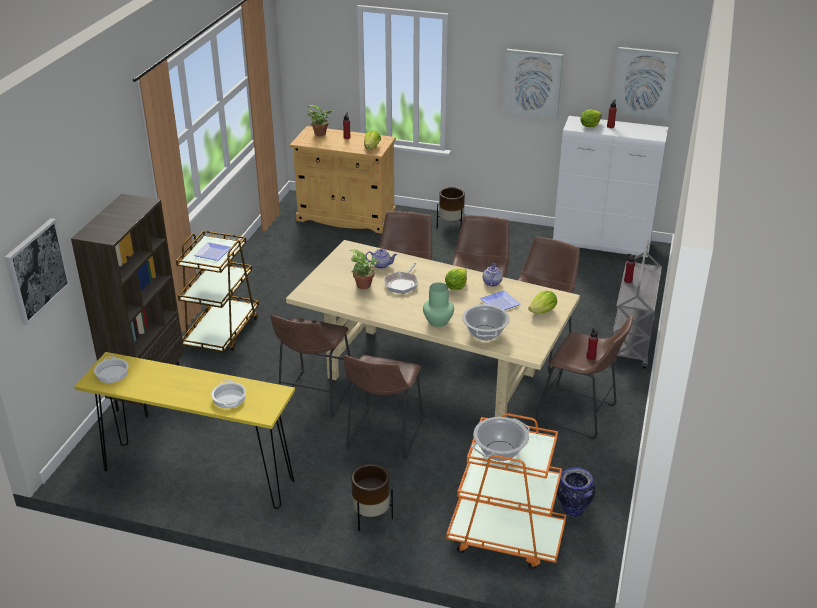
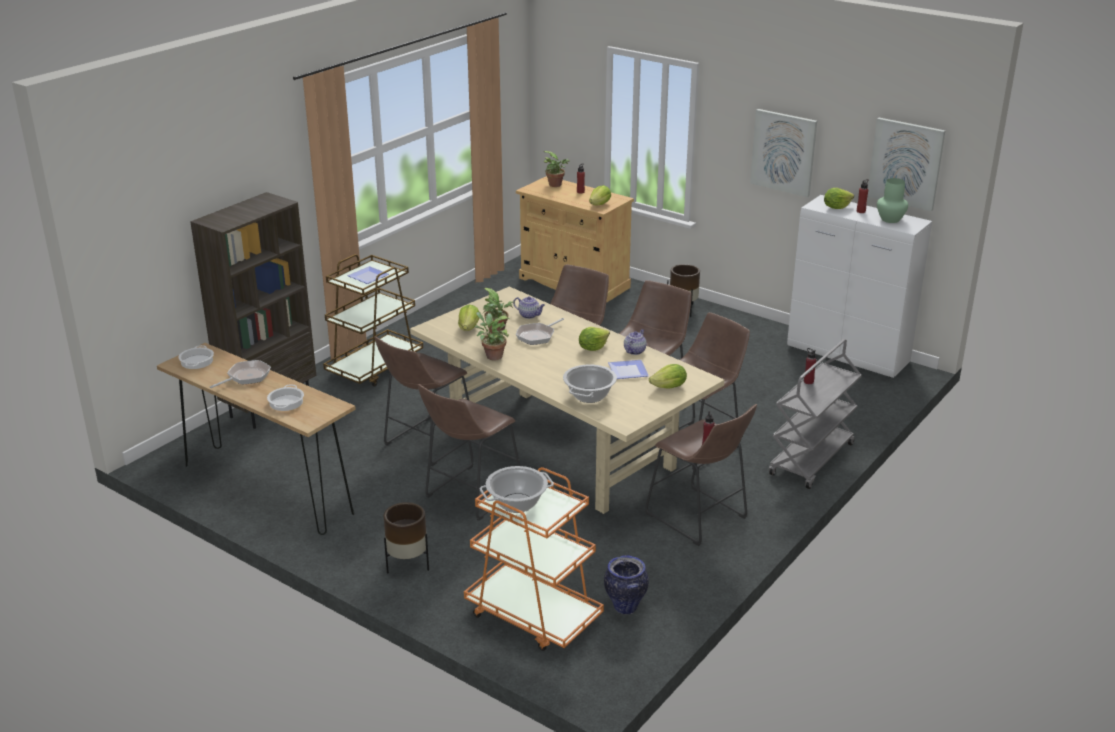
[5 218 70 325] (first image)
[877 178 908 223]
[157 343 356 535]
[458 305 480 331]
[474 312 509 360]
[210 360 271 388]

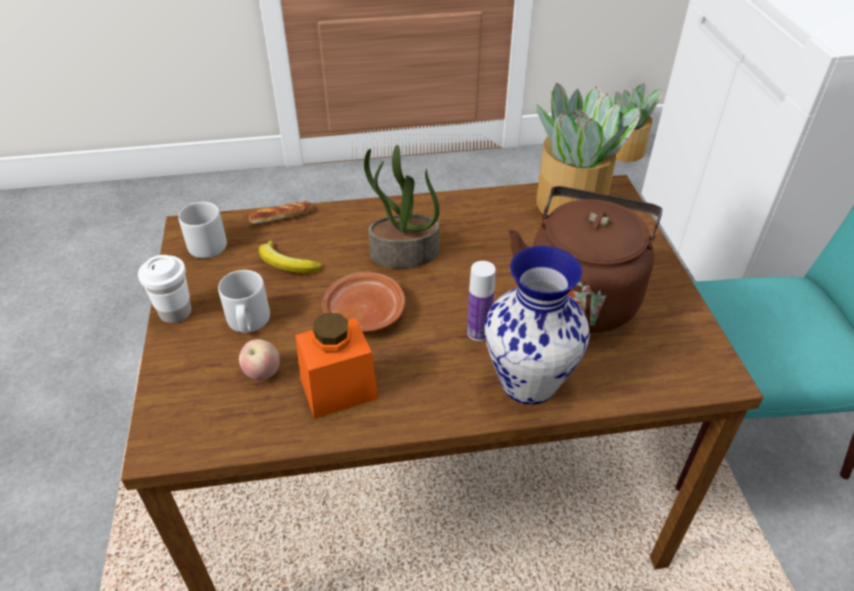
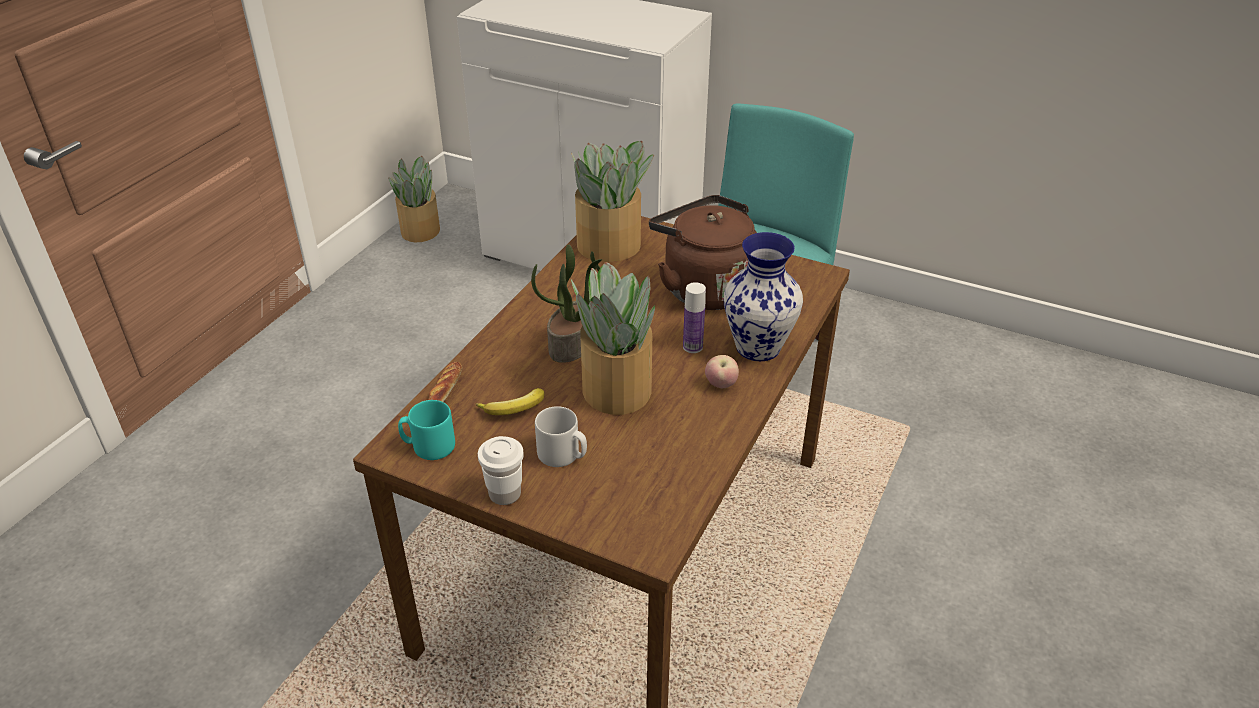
[398 400 455 460]
[571 262 655 415]
[295 313 379 419] (first image)
[705 355 739 388]

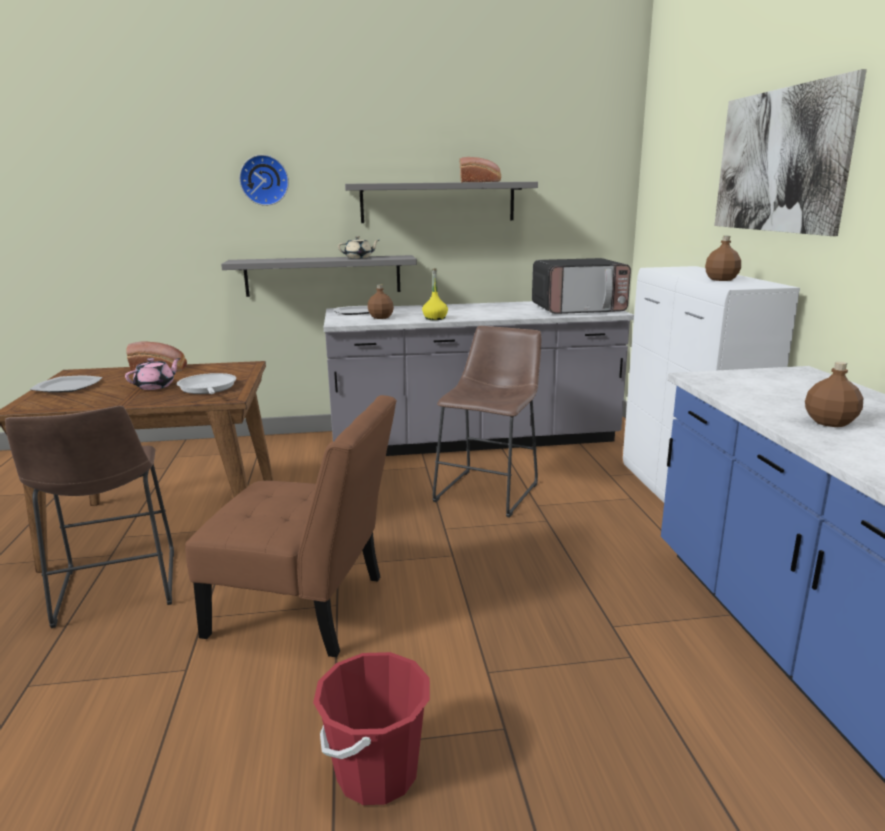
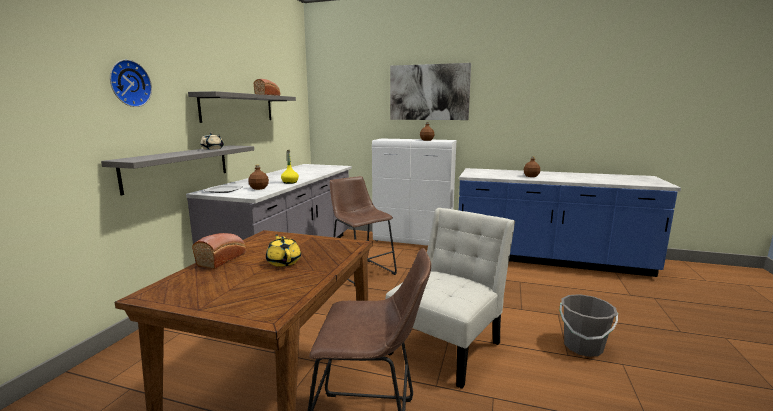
[532 258 631 314] (first image)
[266 234 301 267]
[177 373 236 394] (first image)
[29 376 103 392] (first image)
[386 208 515 389]
[560 294 618 357]

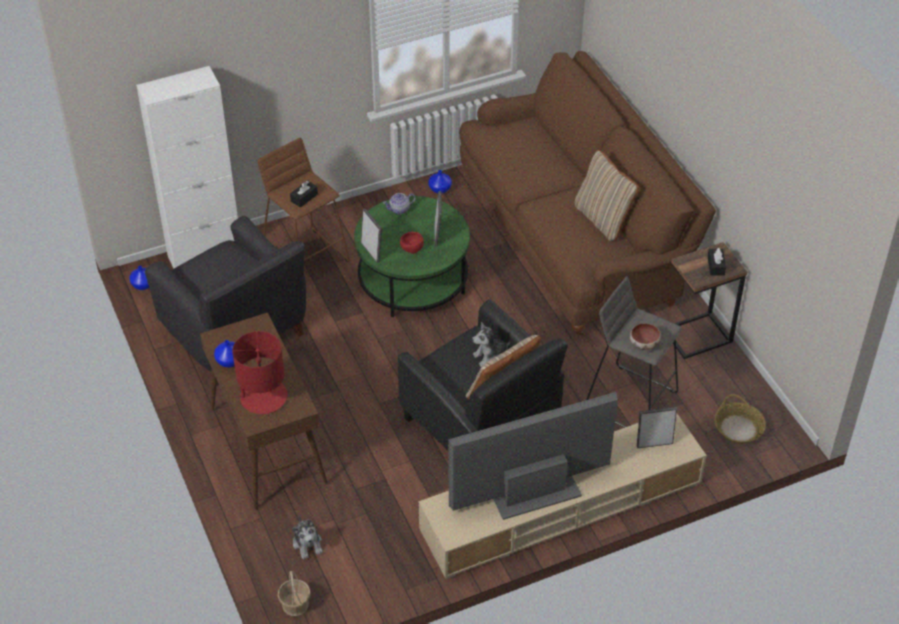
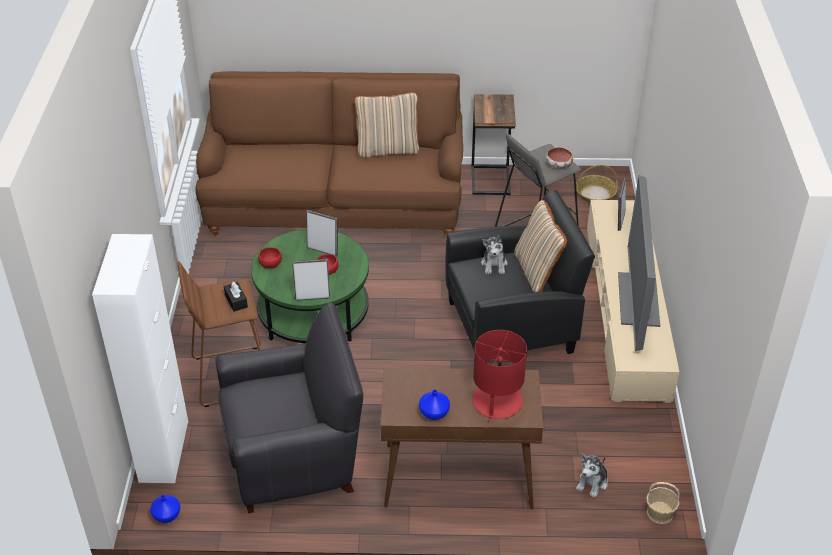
[428 170 452 194] (first image)
[258 247 282 269]
[708 248 726 276] (first image)
[576 454 608 498]

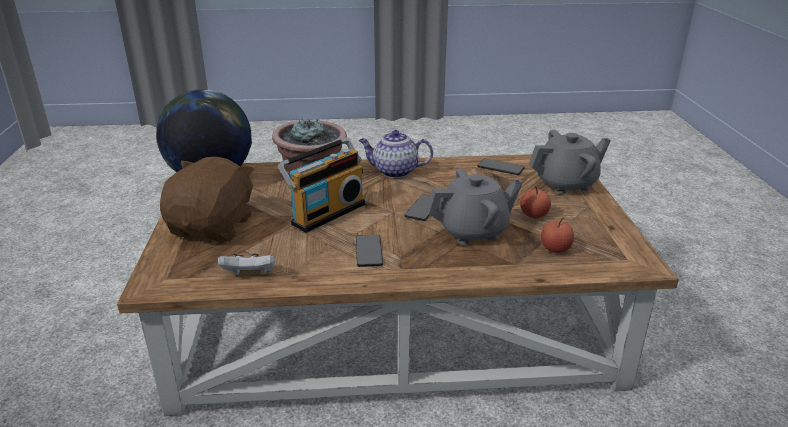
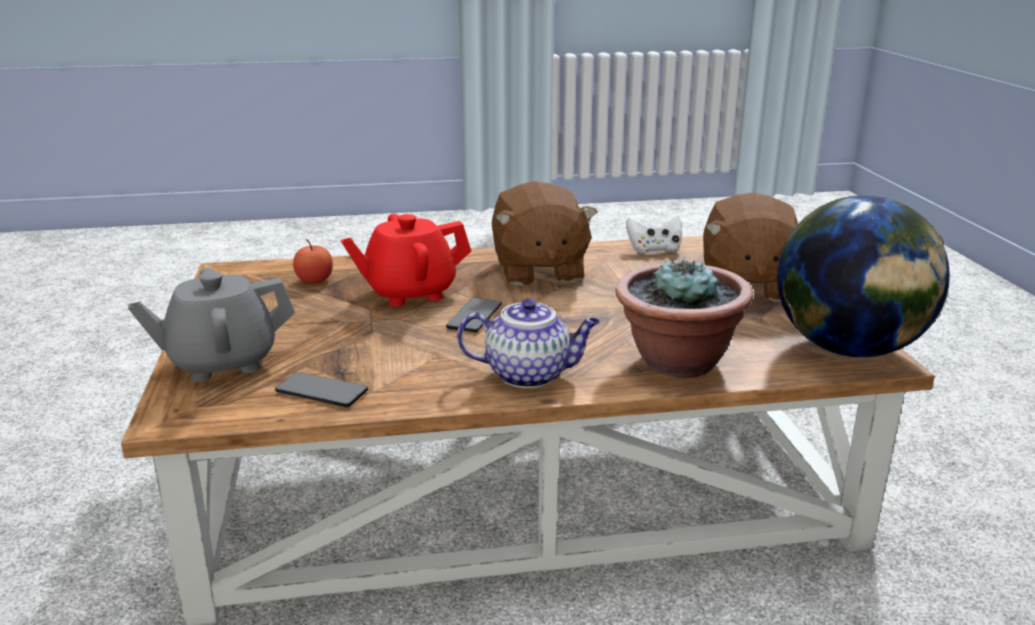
[278 137 365 233] (first image)
[341 214 471 307]
[520 186 551 218] (first image)
[492 181 598 286]

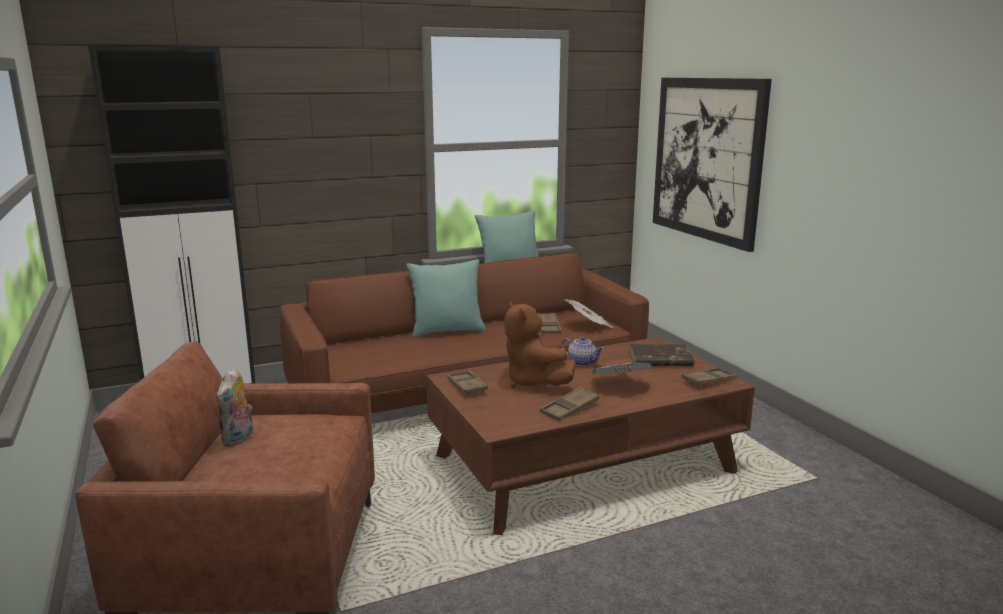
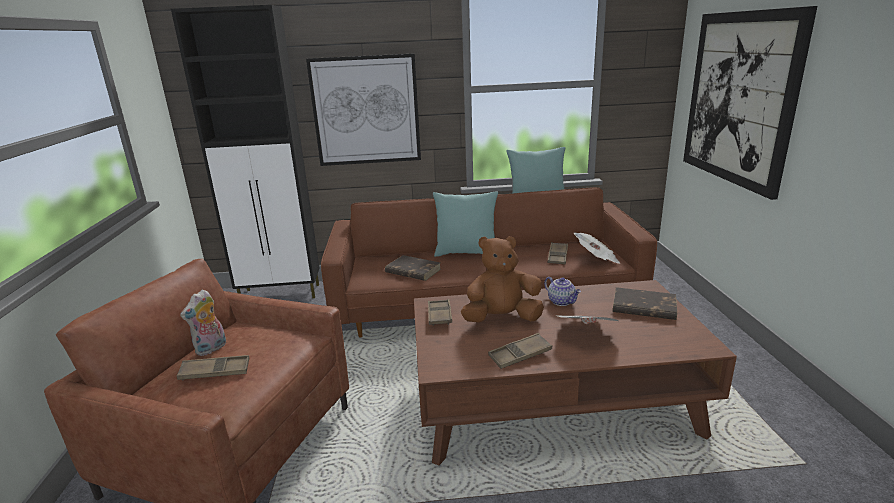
[461 236 544 323]
[177 355 249 380]
[306 54 421 166]
[385 255 441 281]

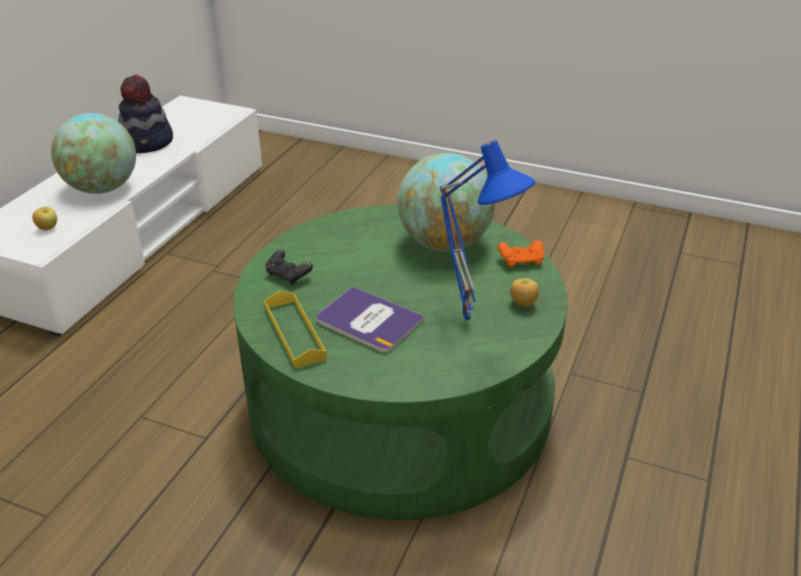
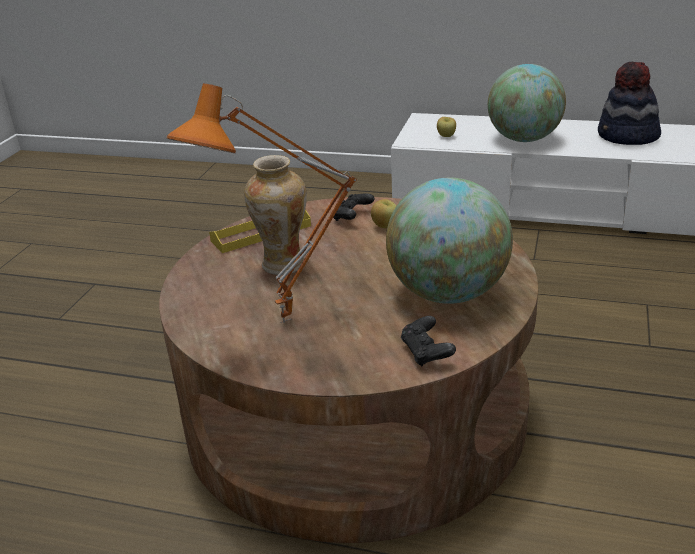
[167 83 357 323]
[159 197 538 543]
[401 316 456 366]
[371 199 397 228]
[244 155 307 275]

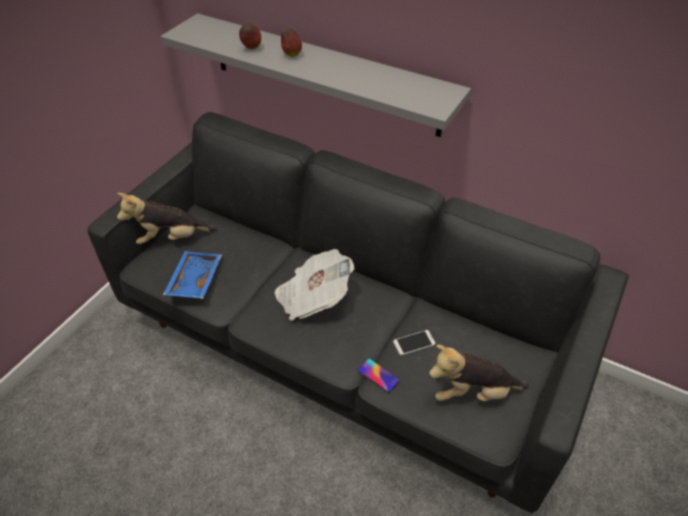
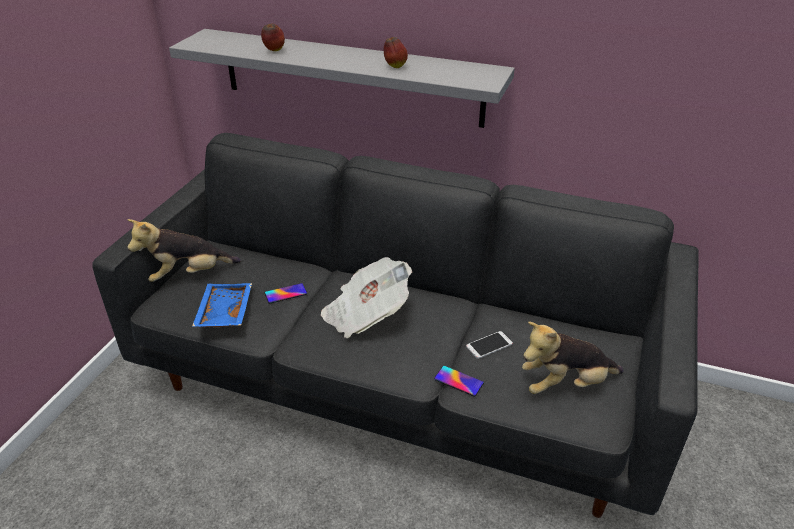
[384 37 408 68]
[265 283 307 304]

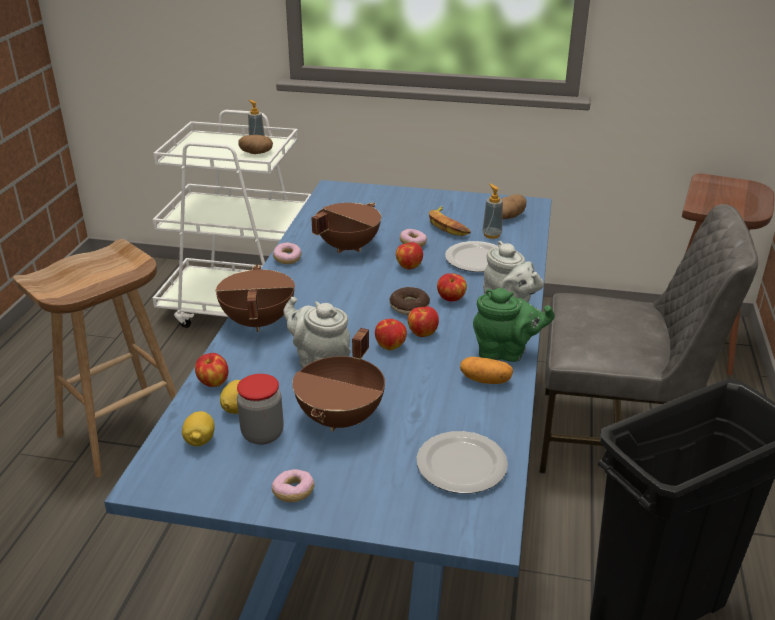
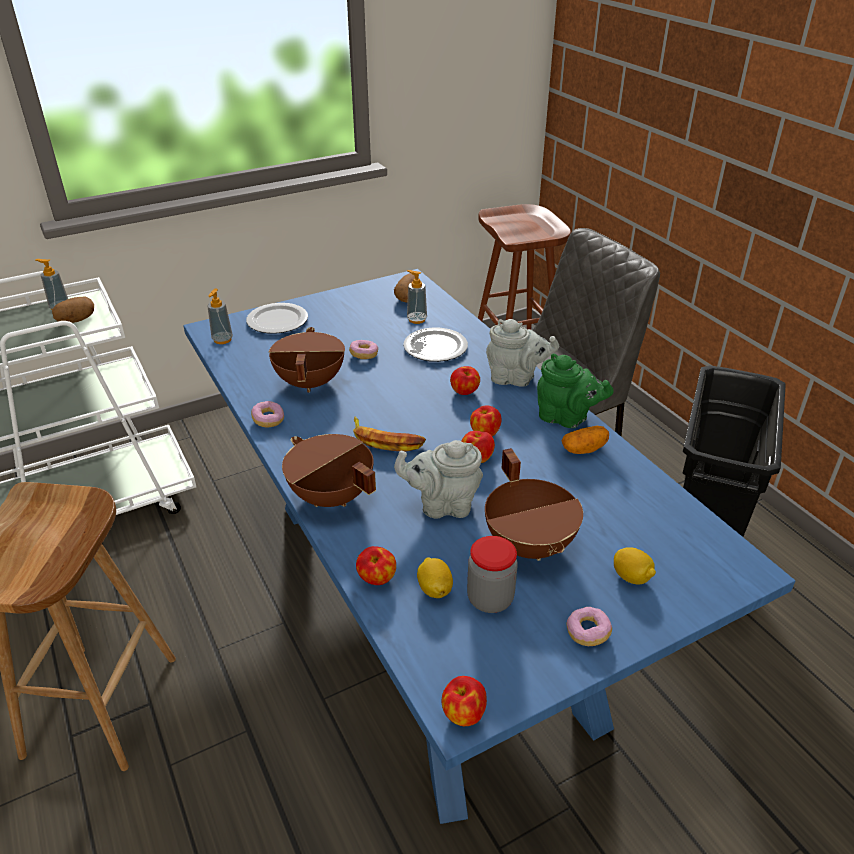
[353 416 426 452]
[442 676 487 726]
[389 287 430 315] (first image)
[537 353 614 428]
[614 547 656 584]
[246 303 308 334]
[207 288 233 344]

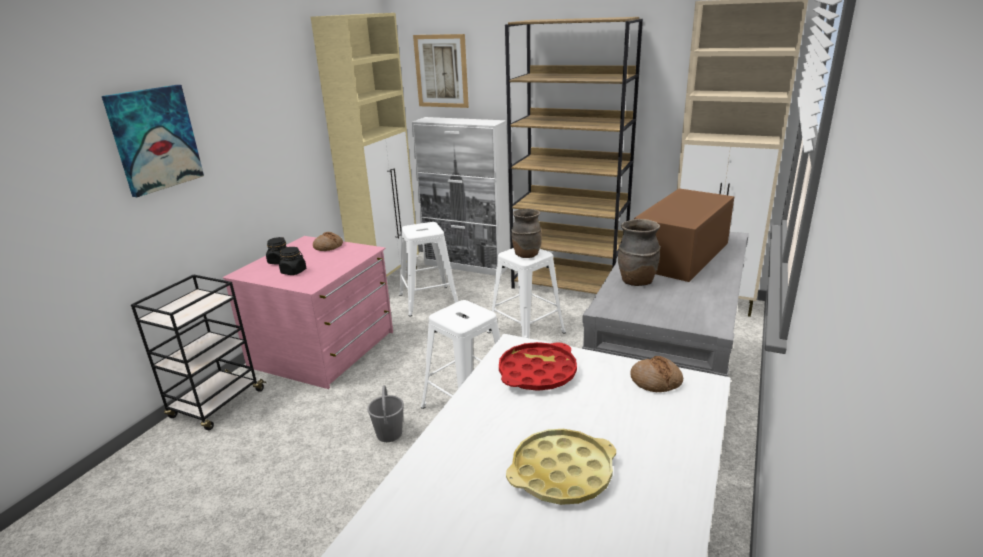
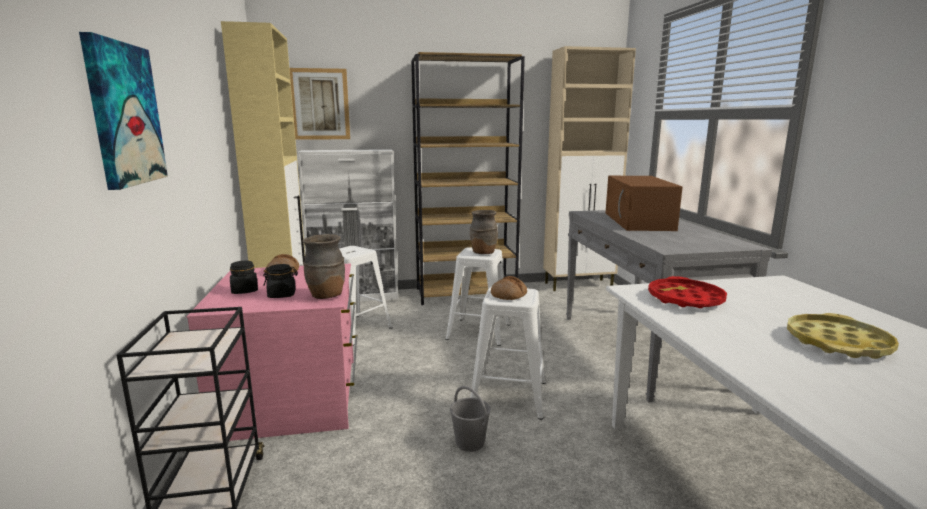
[302 234 345 299]
[491 276 527 300]

